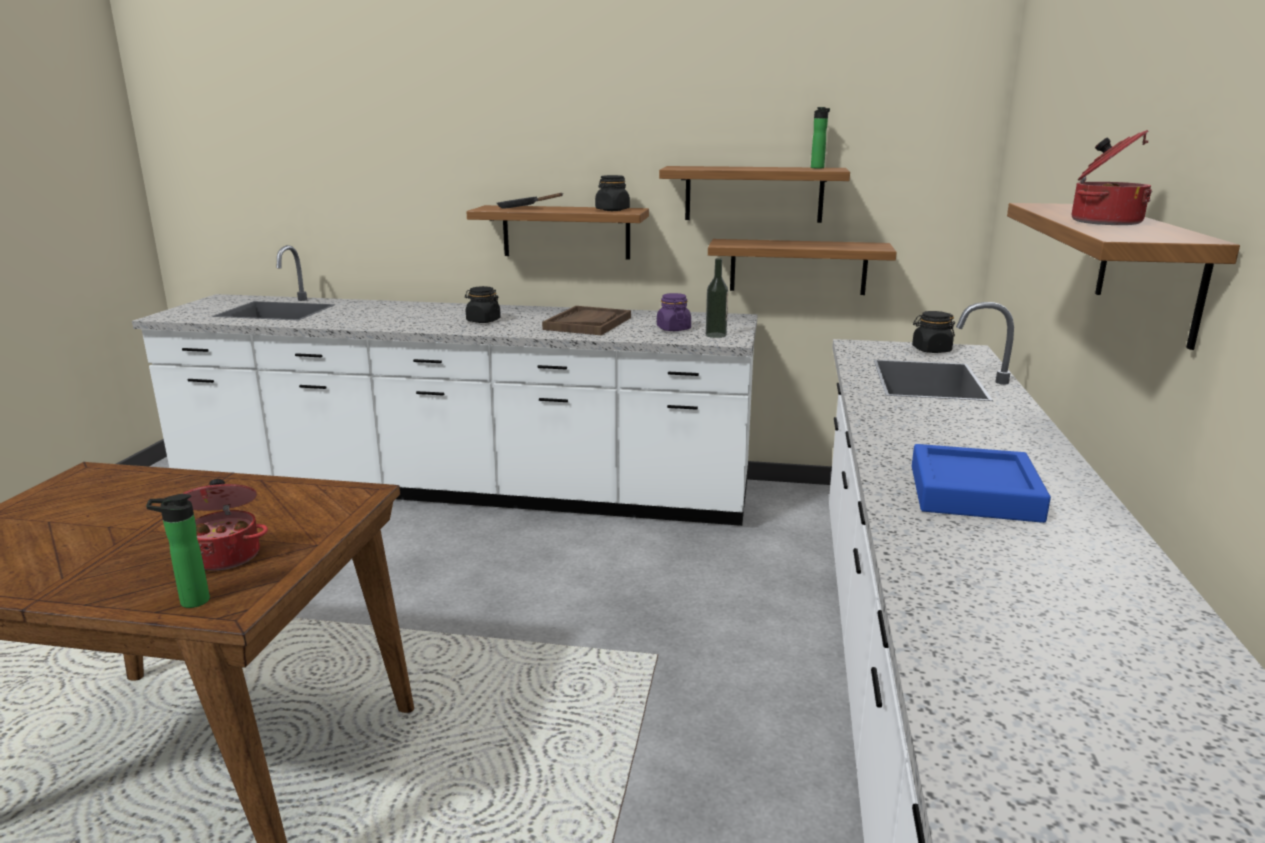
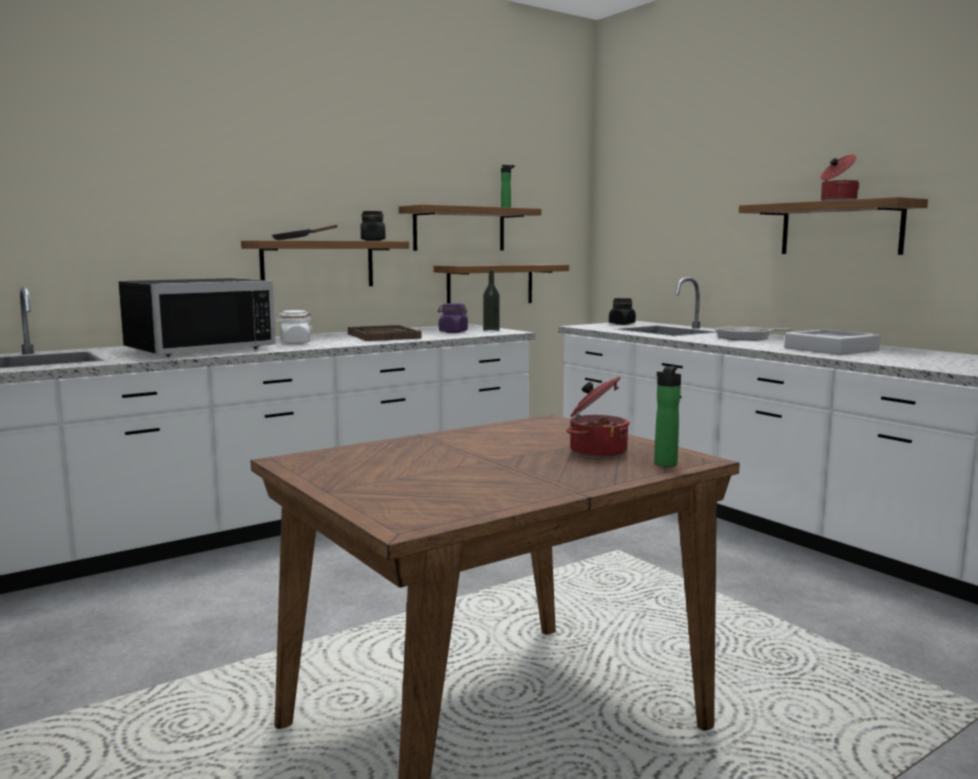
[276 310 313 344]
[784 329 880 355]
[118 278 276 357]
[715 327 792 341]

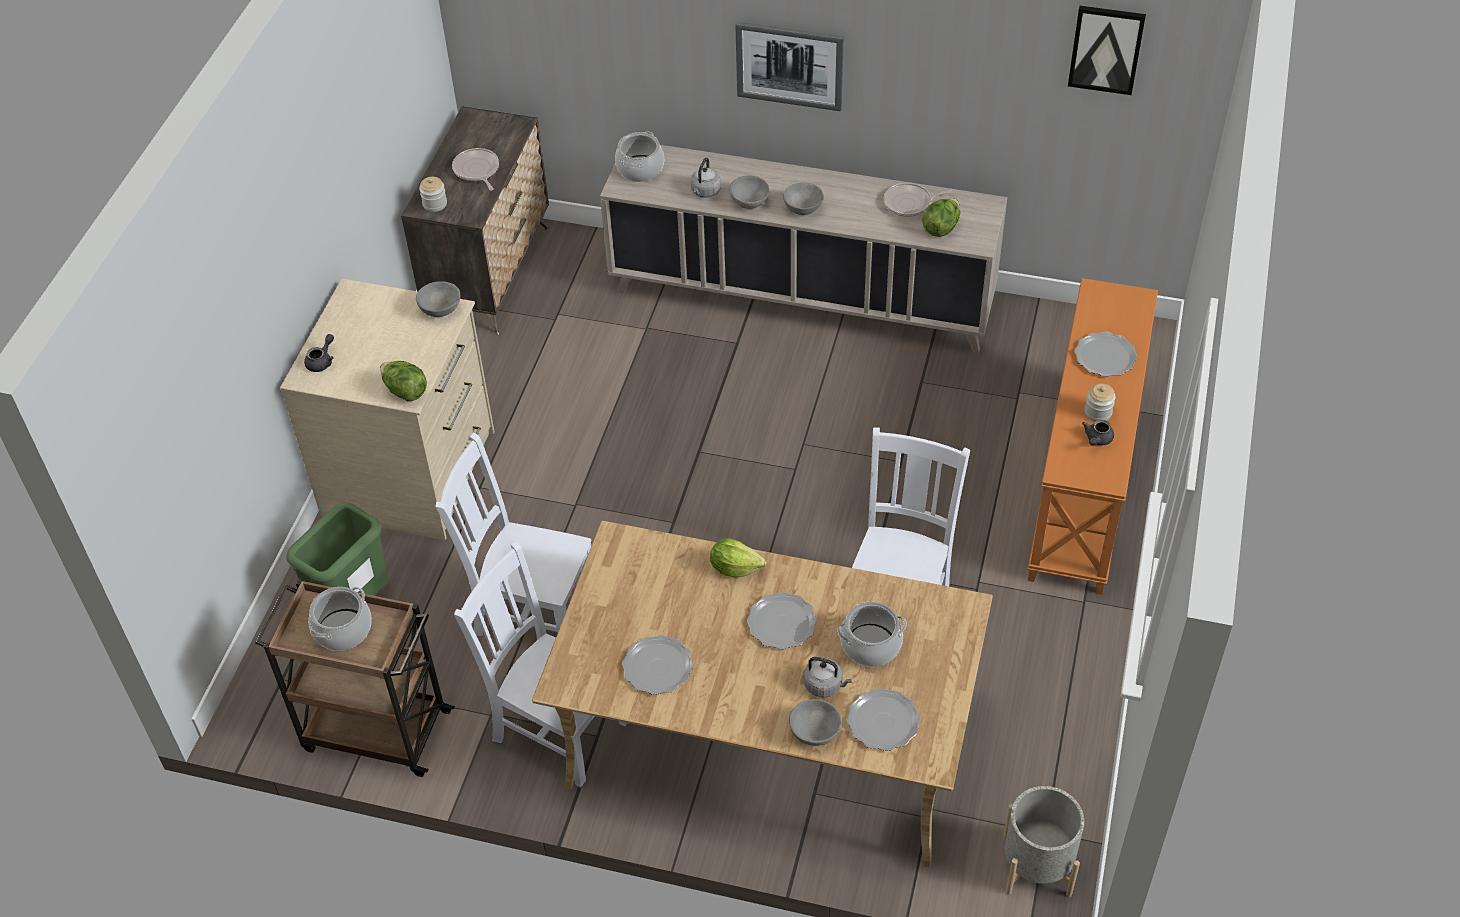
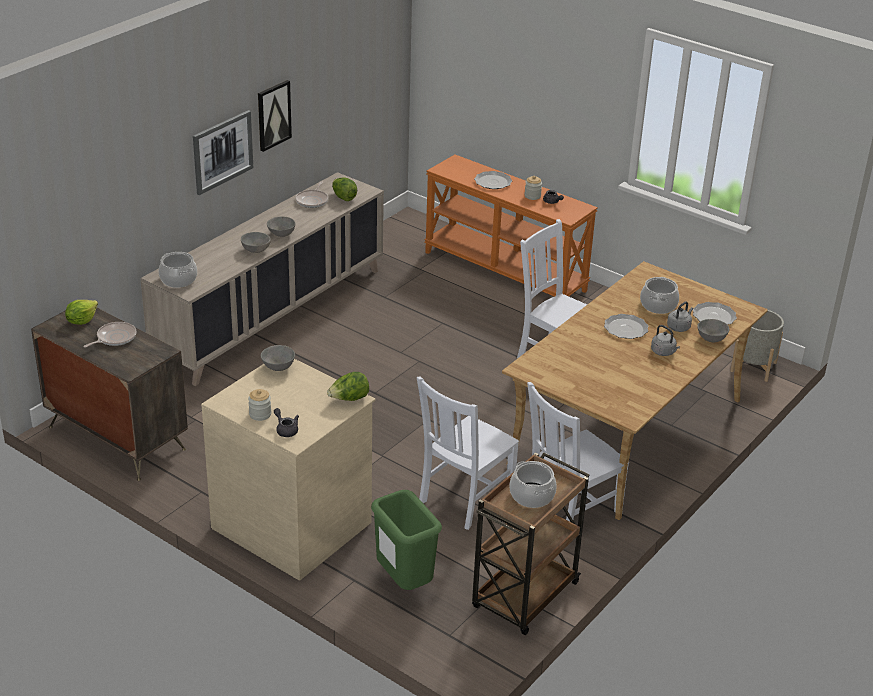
[258 80 292 152]
[83 322 136 348]
[651 325 680 356]
[248 389 271 421]
[65 300 98 325]
[622 635 694 695] (first image)

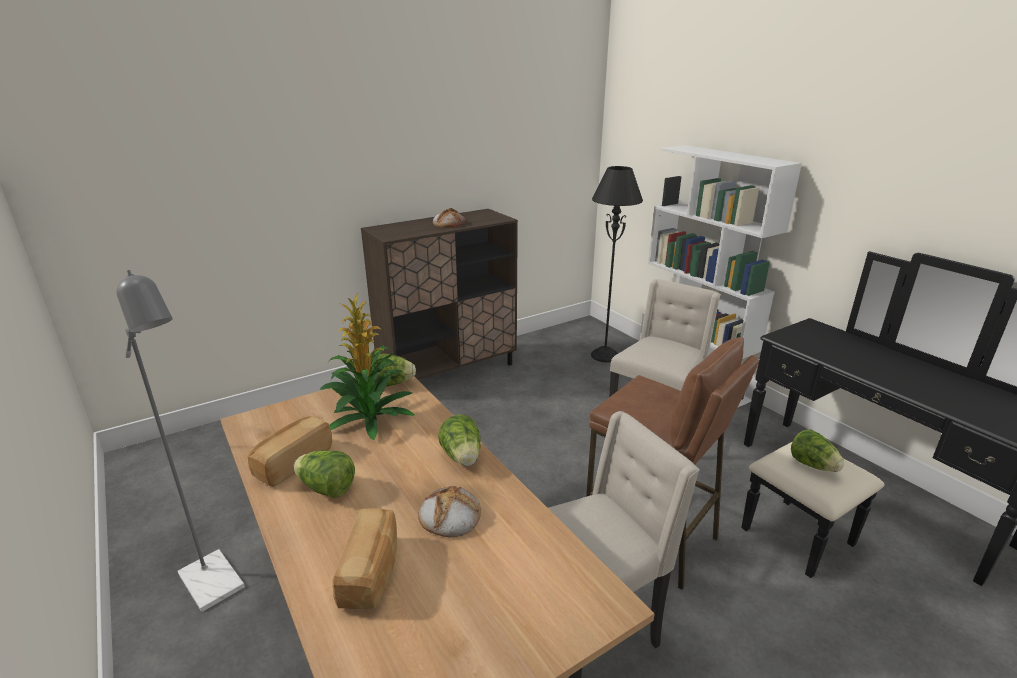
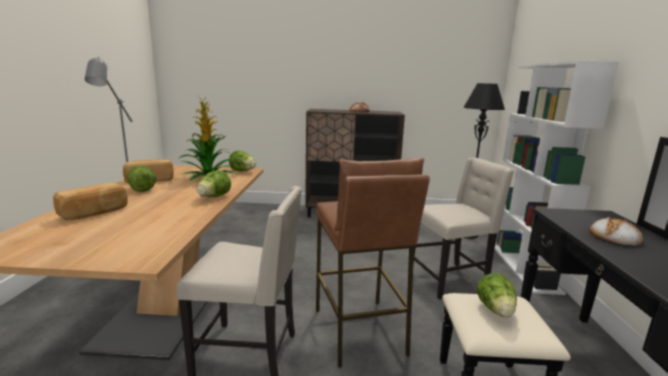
[589 217 643 246]

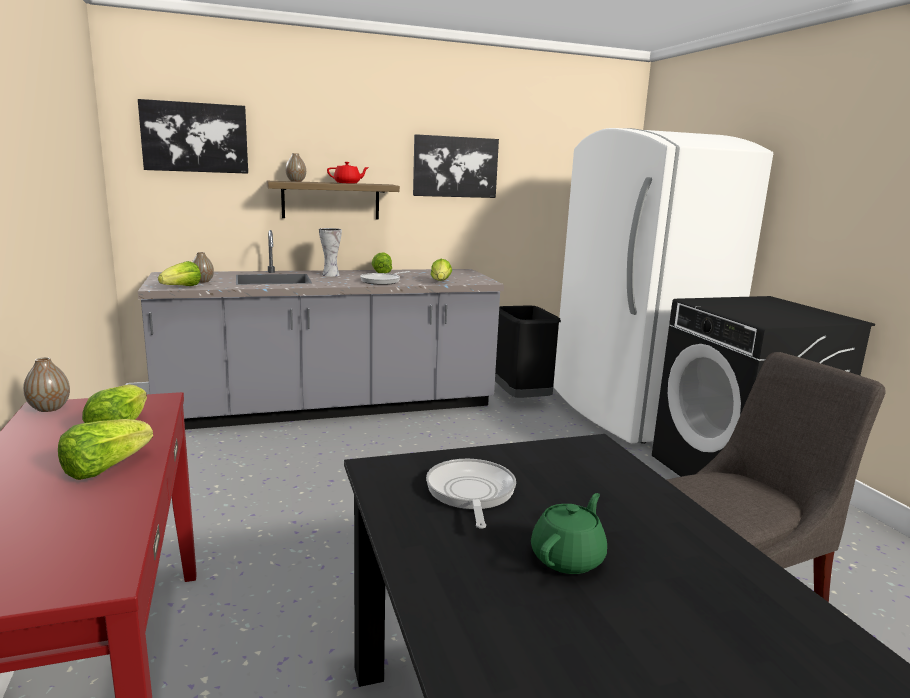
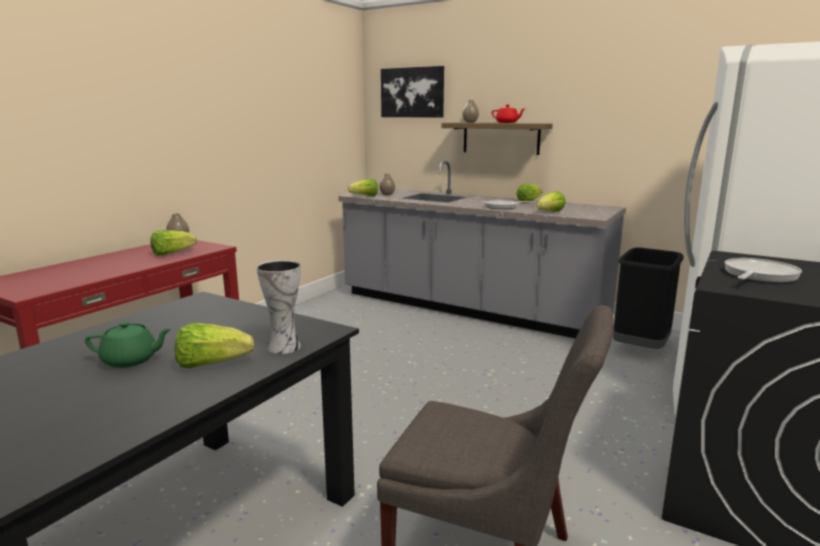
[413 134 499 198] (first image)
[257 260 301 354]
[175 323 254 368]
[725 258 802 283]

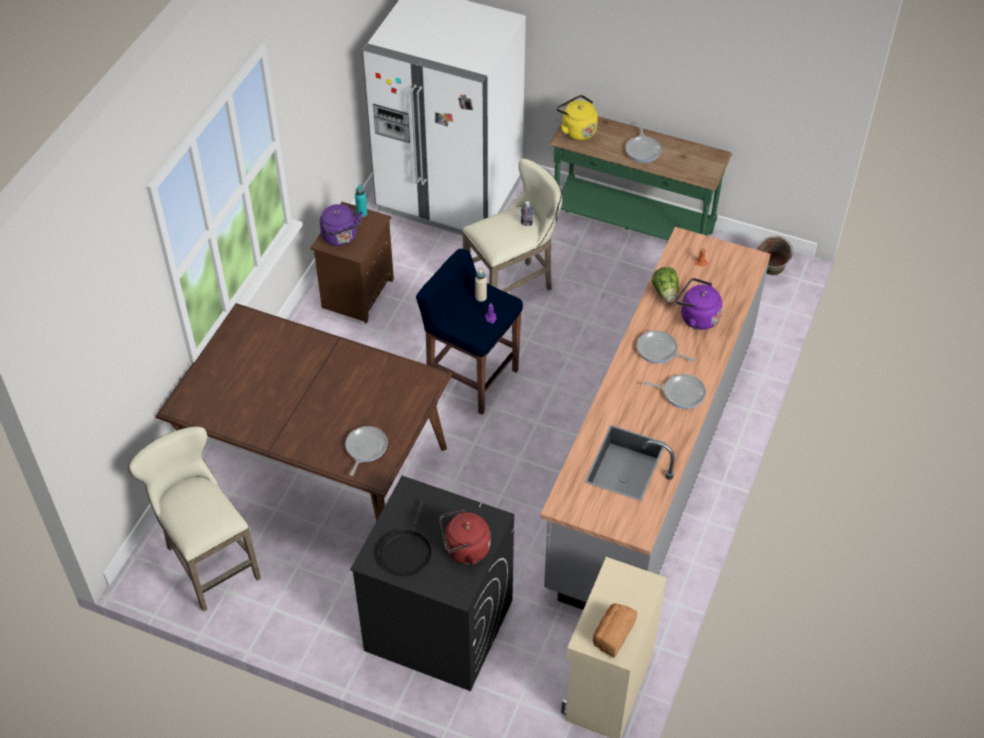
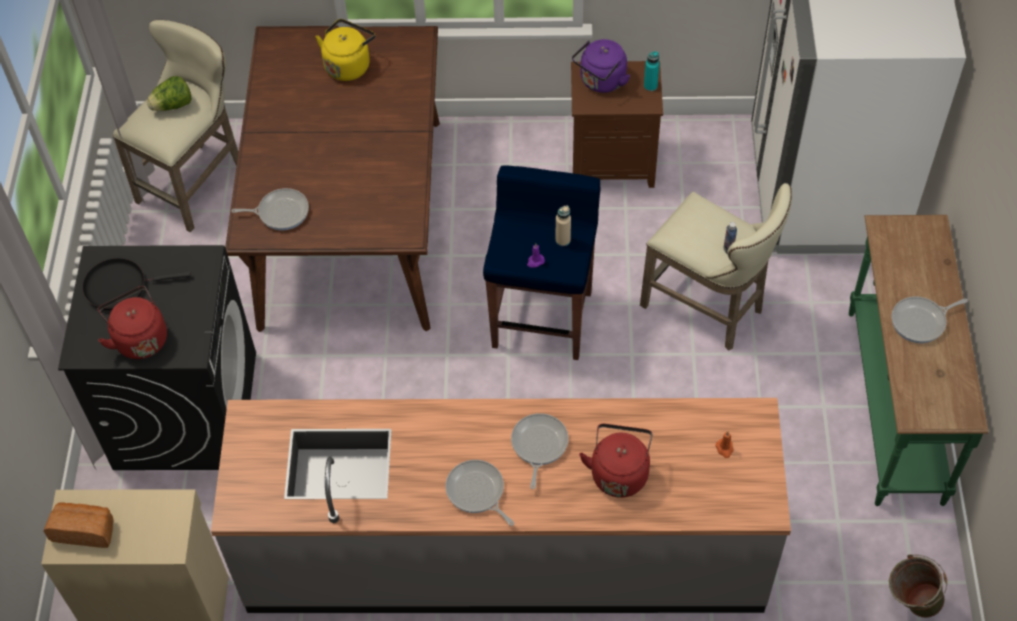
[316 19 375 81]
[146 76 192 111]
[579 424 652 498]
[445 460 514 526]

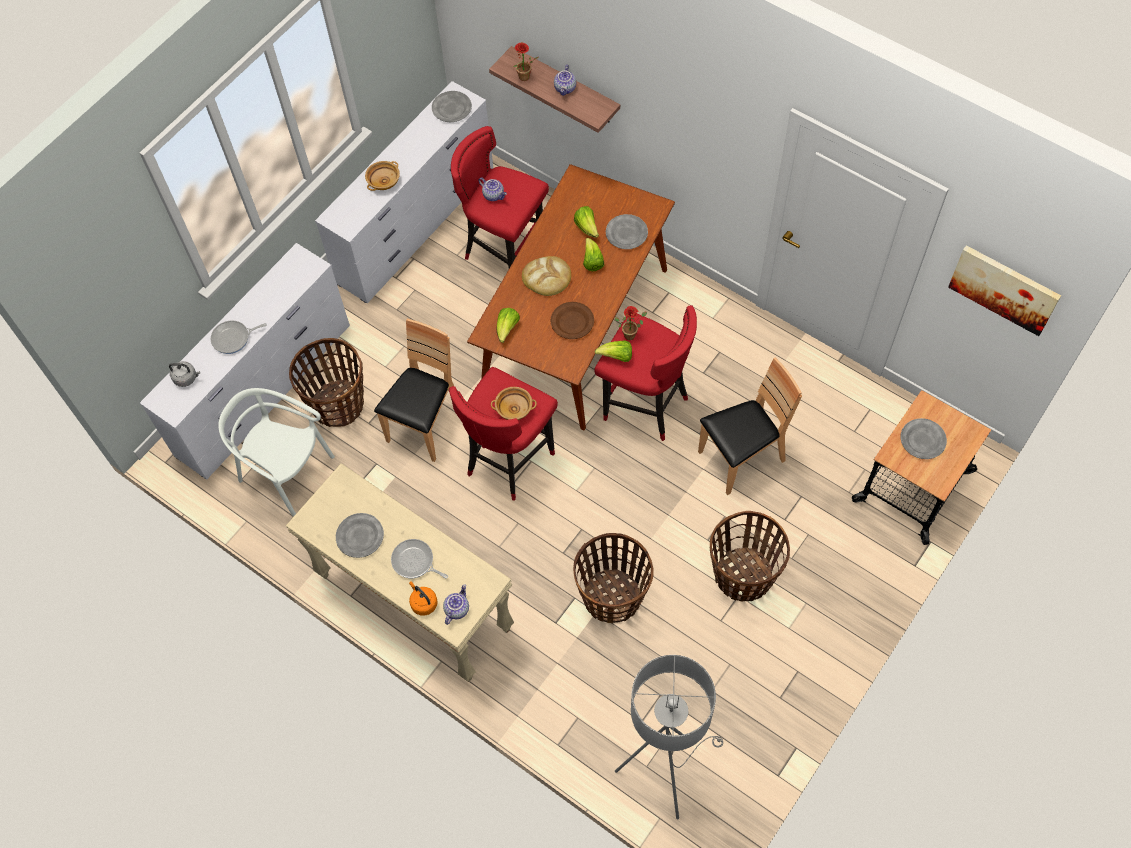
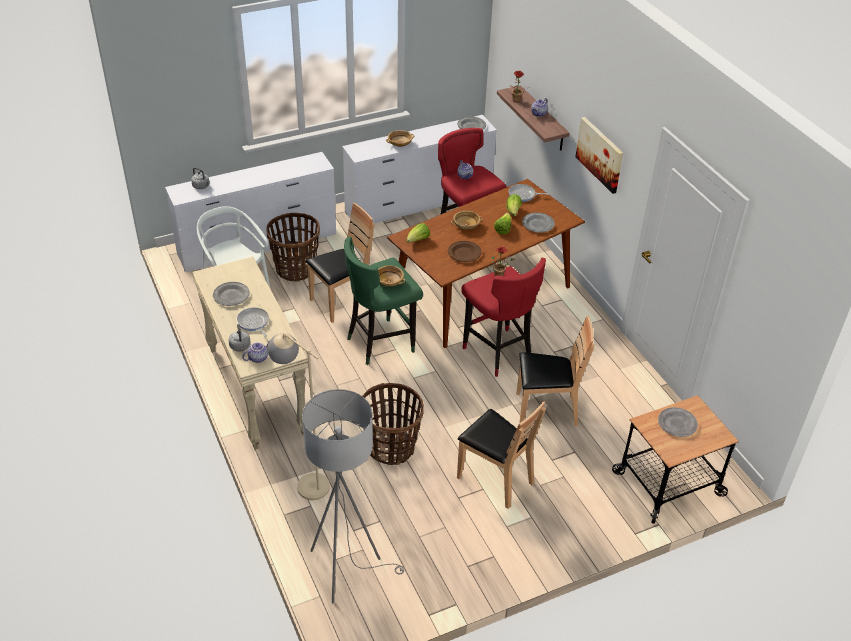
[576 117 623 194]
[451 211 483 230]
[509 184 549 202]
[595 340 632 362] (first image)
[344 237 423 365]
[457 401 546 509]
[229 324 250 351]
[267 333 330 500]

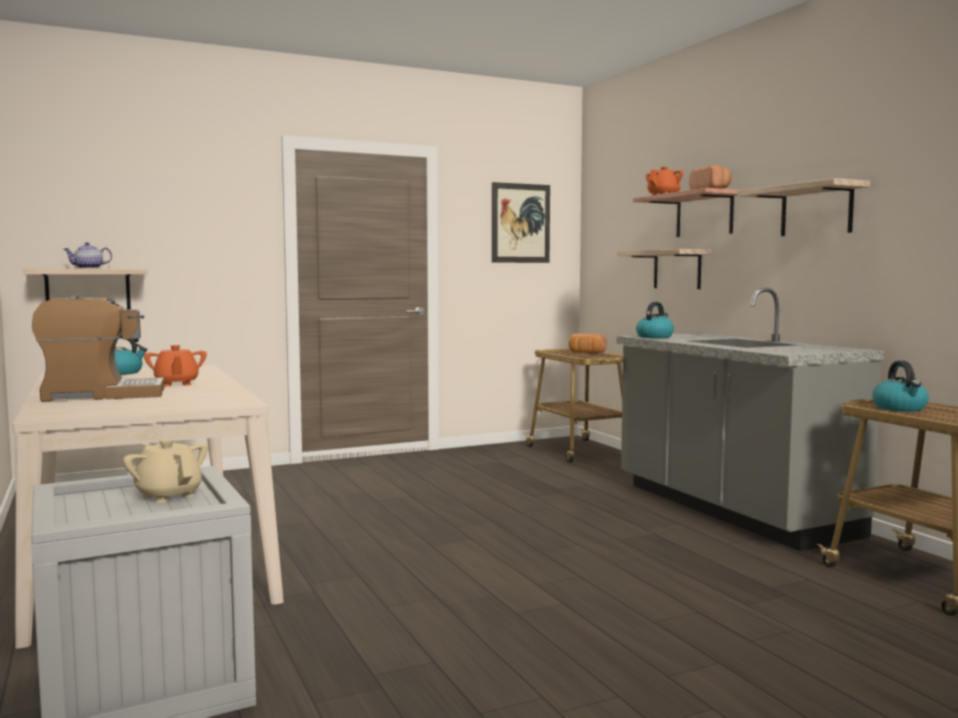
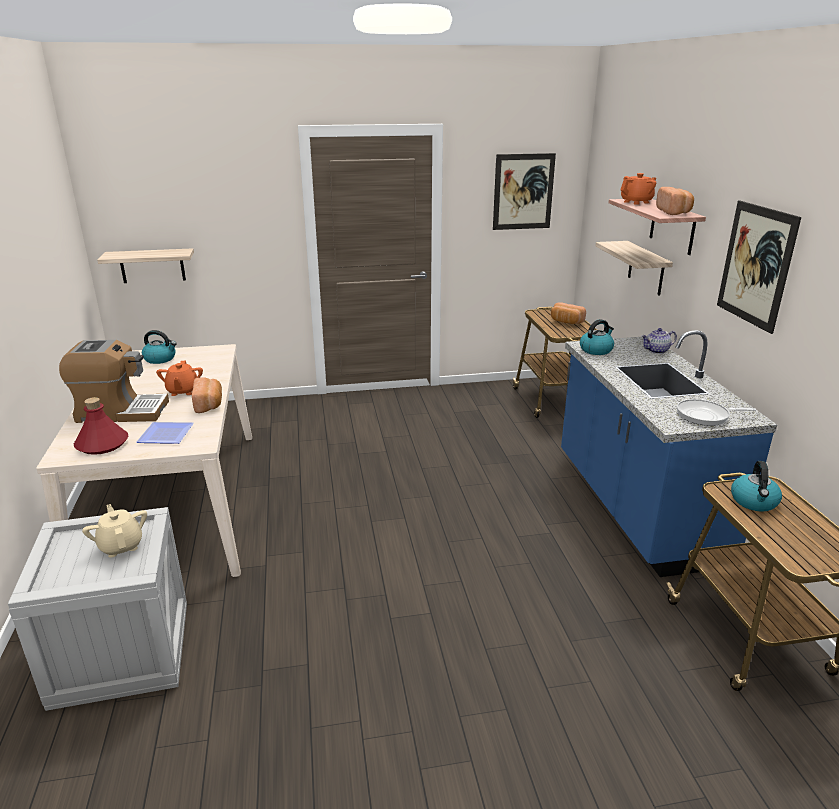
[717 200 801 334]
[641 328 677 354]
[561 330 777 577]
[192 377 222 413]
[74 397 128 455]
[677 399 756 426]
[136 422 194 444]

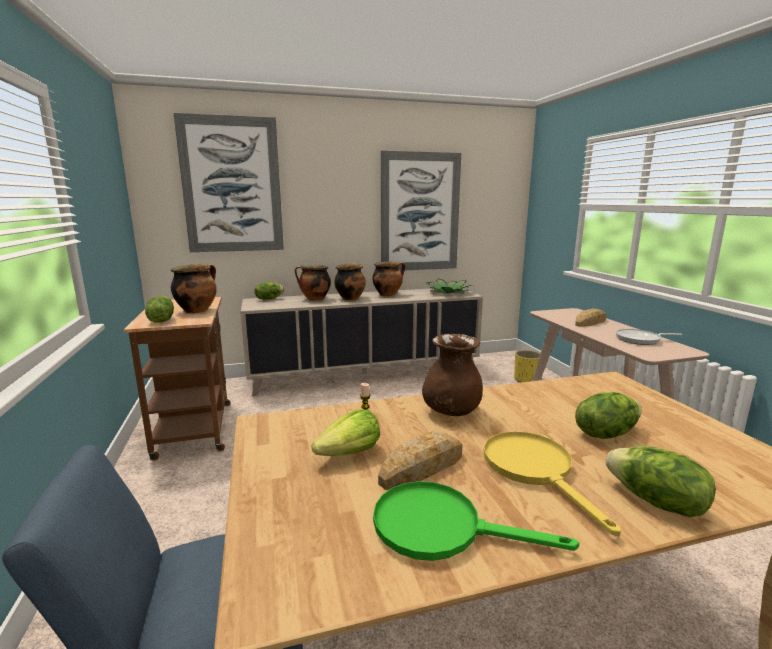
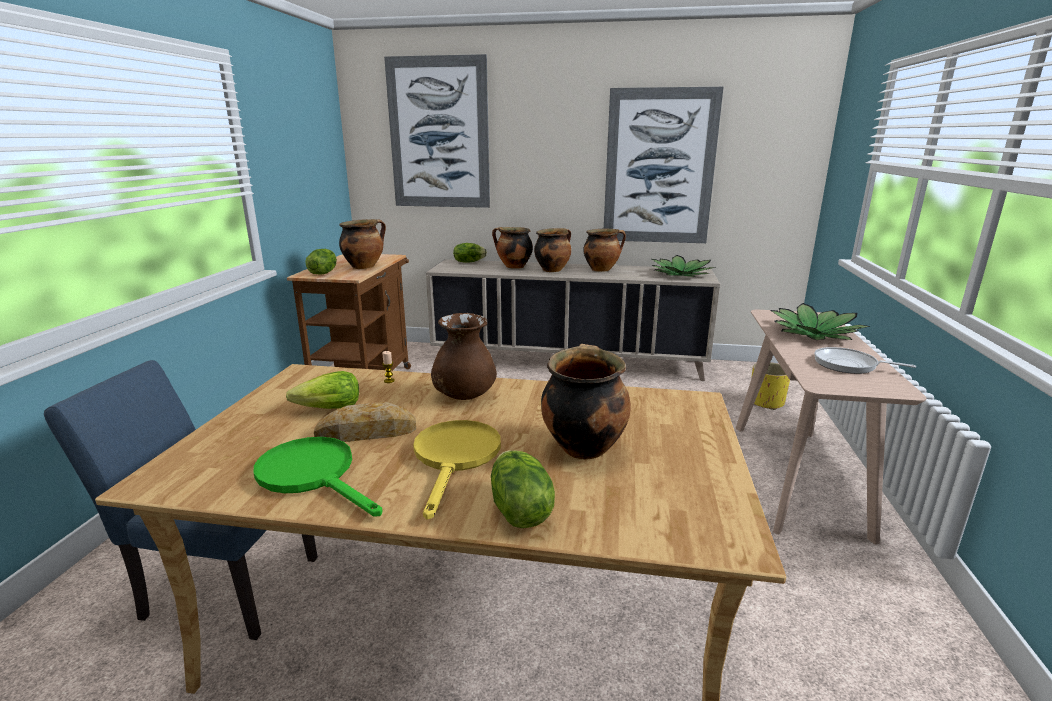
[770 303 870 340]
[541 344 631 460]

